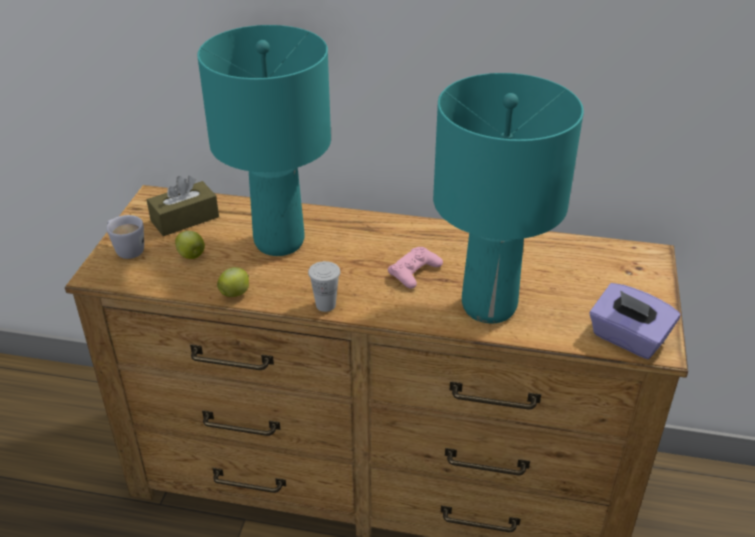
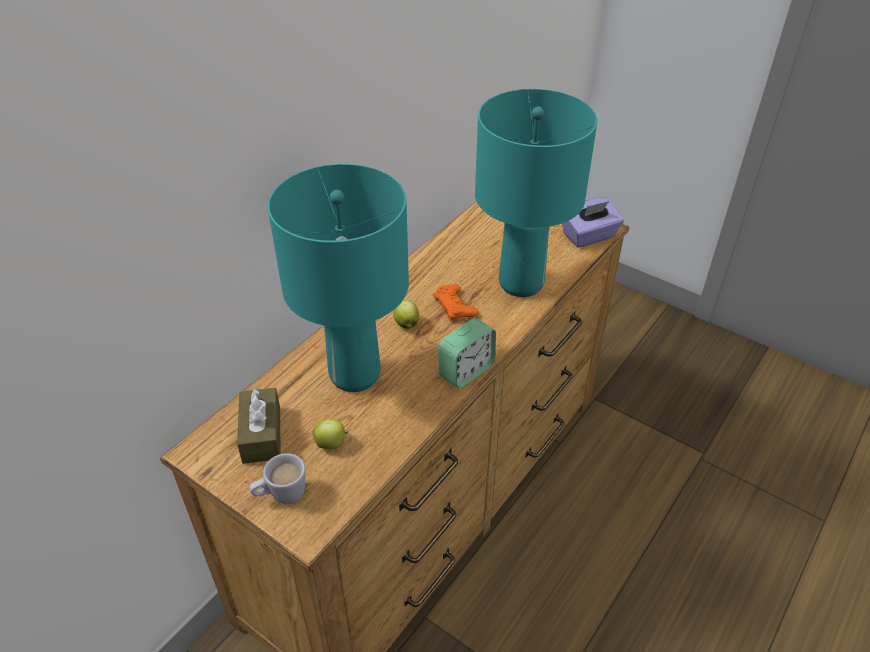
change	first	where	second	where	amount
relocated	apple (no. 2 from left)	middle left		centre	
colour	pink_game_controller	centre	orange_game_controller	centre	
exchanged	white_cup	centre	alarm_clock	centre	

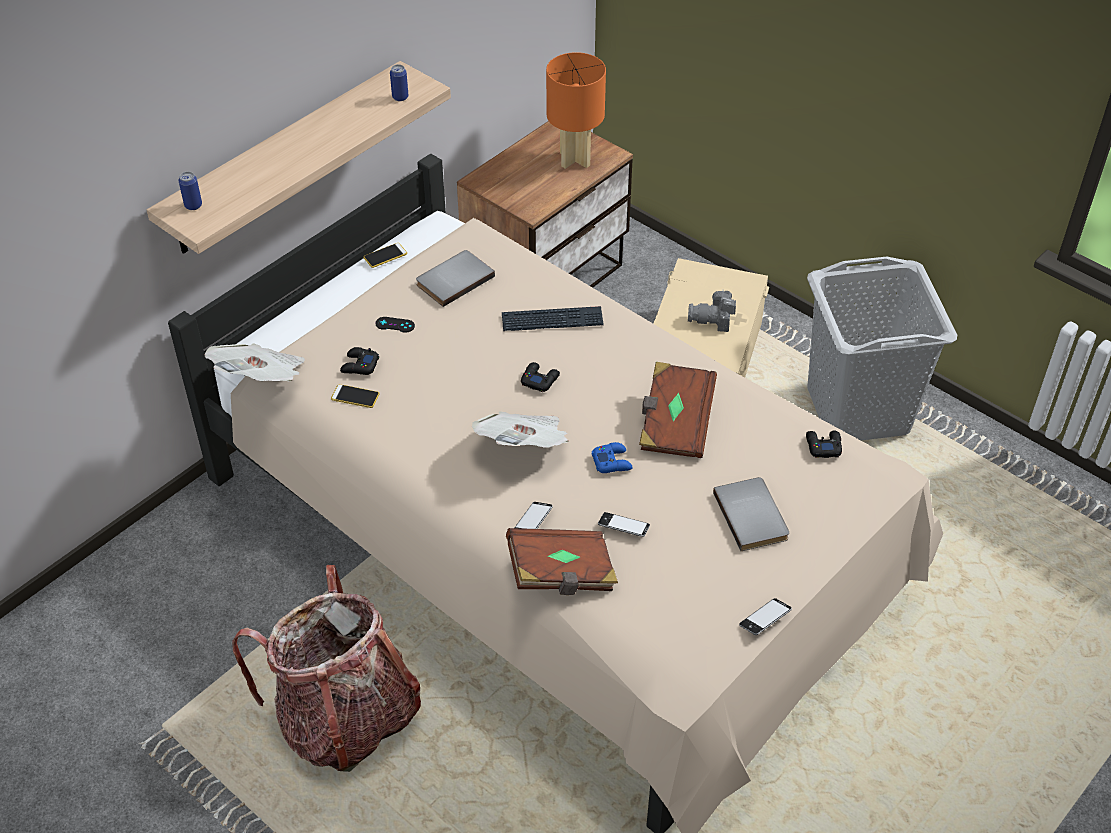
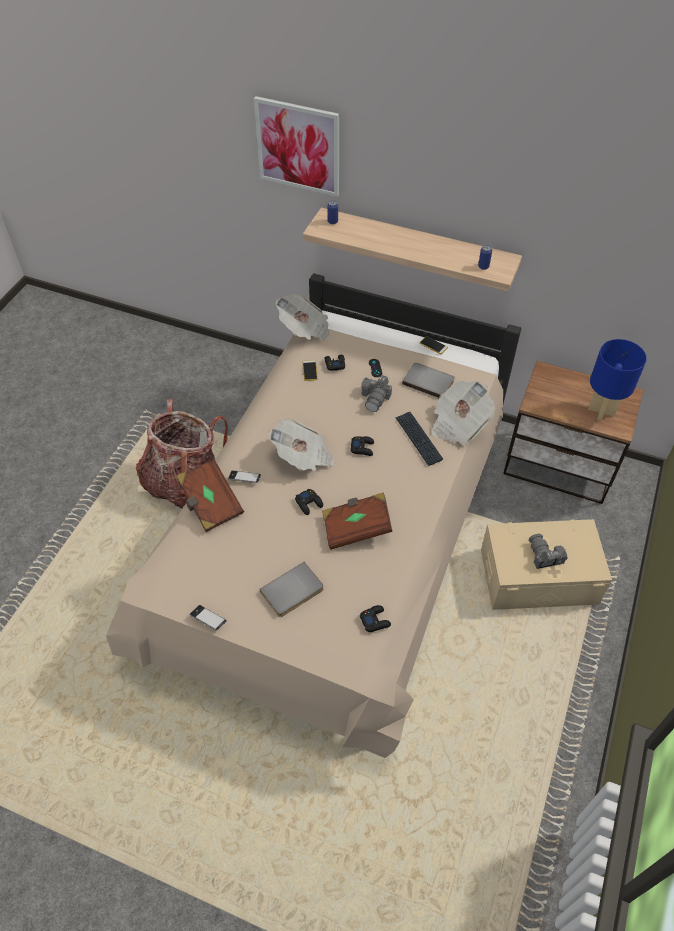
change	first	where	second	where	amount
appeared			picture	top centre	
colour	blue_game_controller	centre	black_game_controller (no. 1 from left)	centre	
appeared			photo_camera (no. 1 from left)	centre	
appeared			newspaper (no. 3 from left)	middle right	
colour	orange_table_lamp	top centre	blue_table_lamp	middle right	
missing	phone (no. 4 from left)	centre			
missing	grey_laundry_basket	middle right			

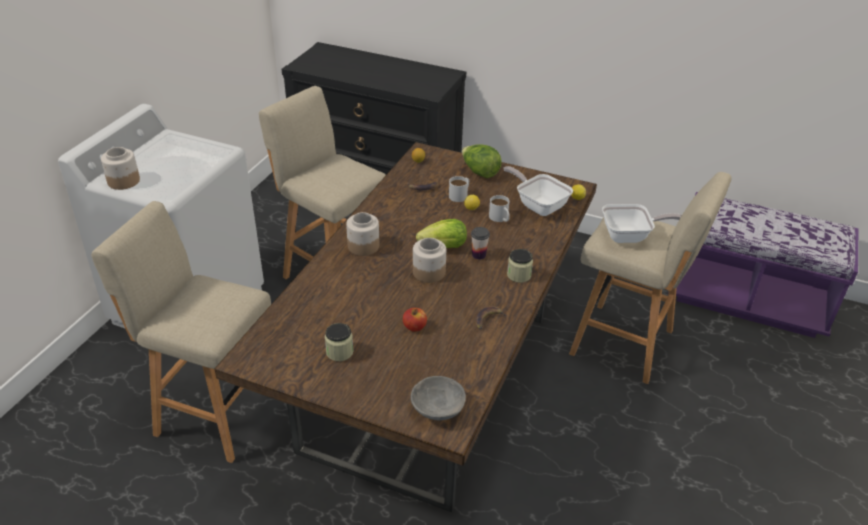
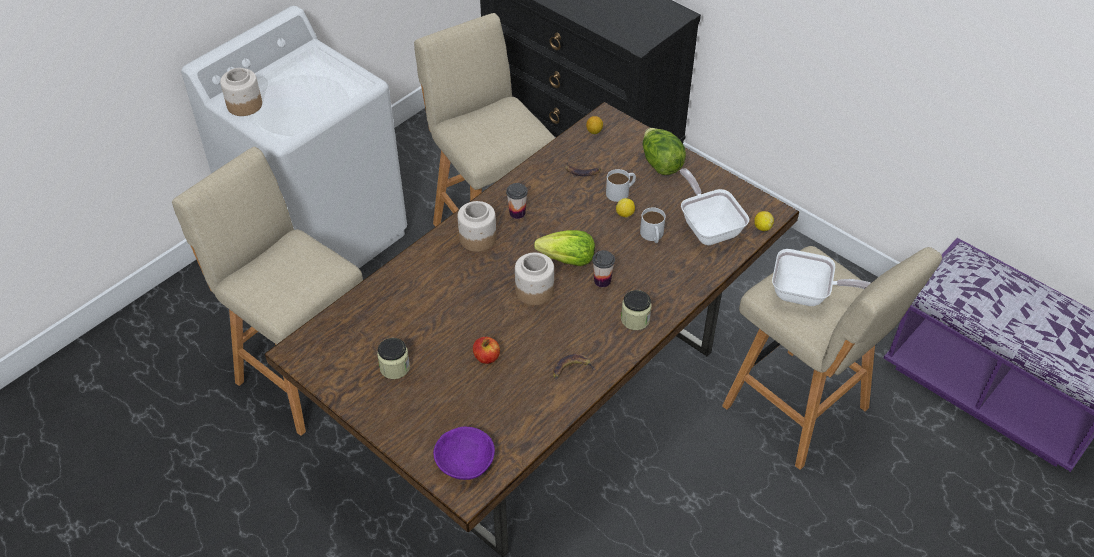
change	first	where	second	where	amount
colour	grey_bowl	bottom centre	purple_bowl	bottom centre	
appeared			cup (no. 1 from left)	centre	

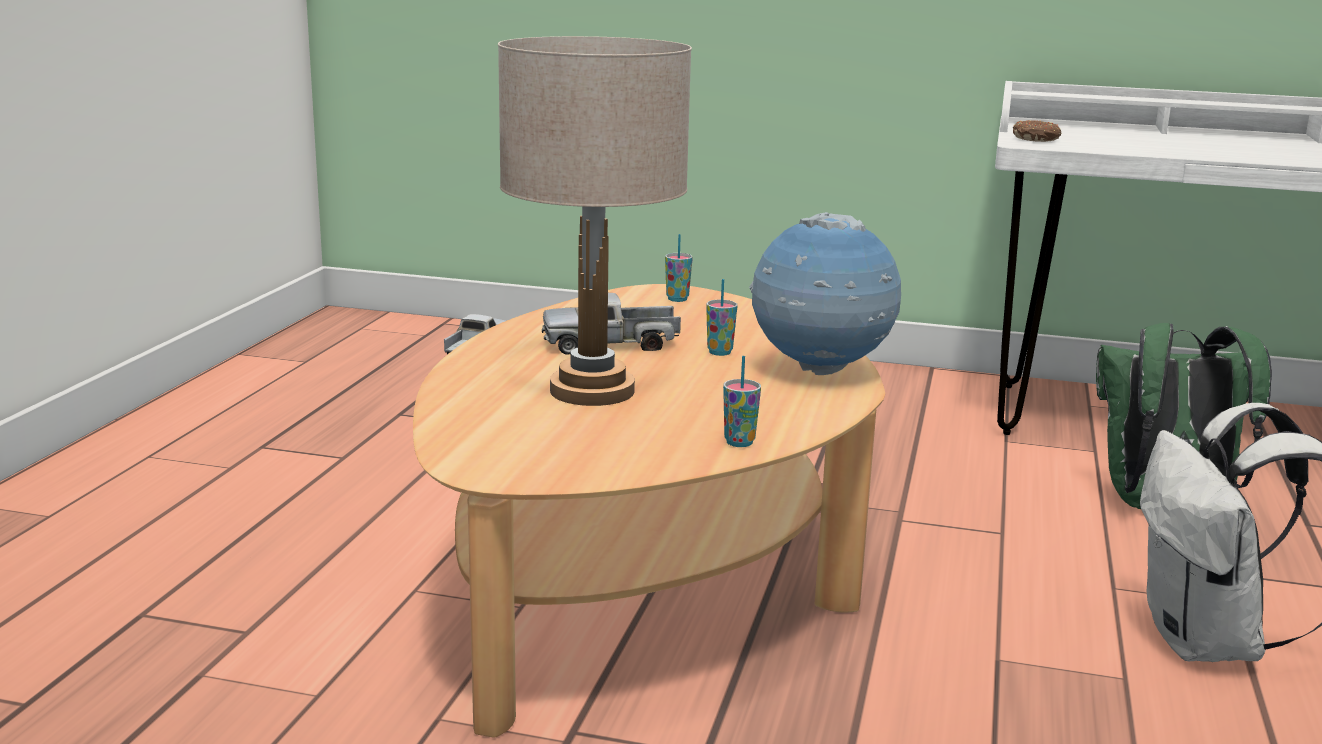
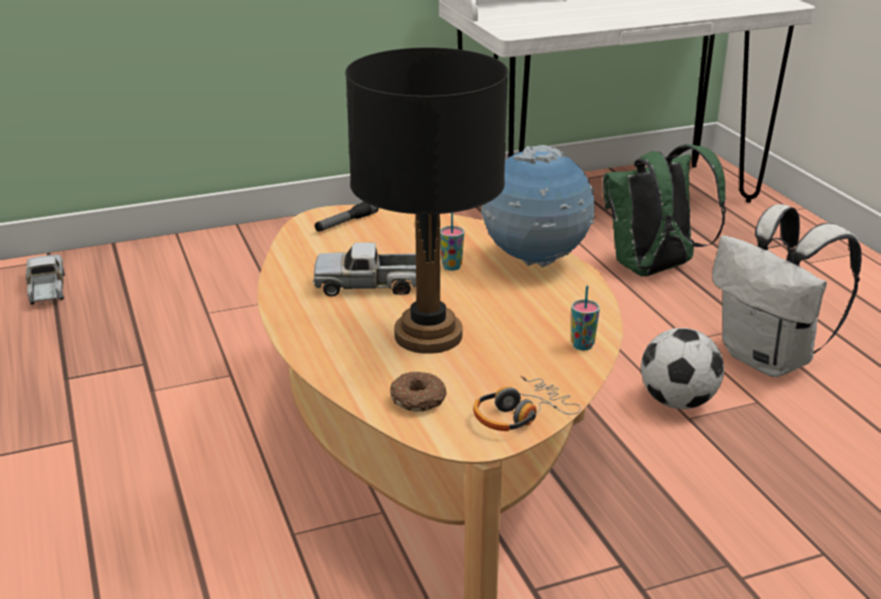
change	first	where	second	where	amount
spun	toy_truck (no. 2 from left)	centre		centre	45 degrees clockwise
exchanged	cup (no. 1 from left)	centre	flashlight	centre	
colour	beige_table_lamp	top centre	black_table_lamp	centre	
relocated	donut	top right		centre	
appeared			headphones	bottom centre	
appeared			football	middle right	

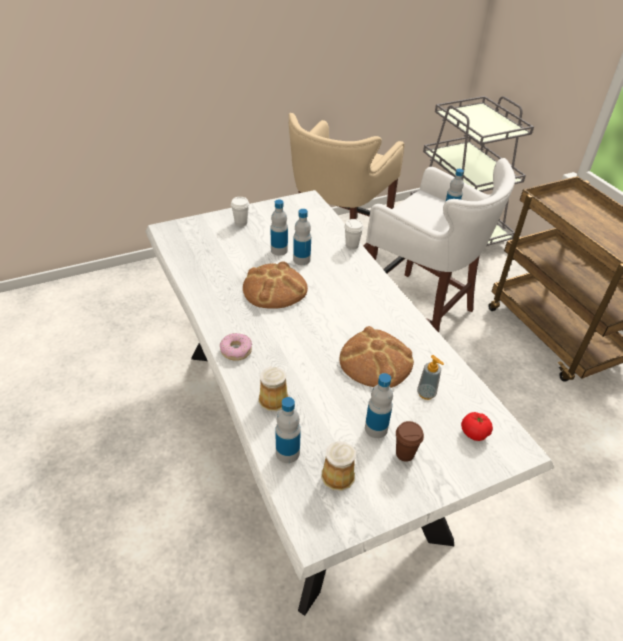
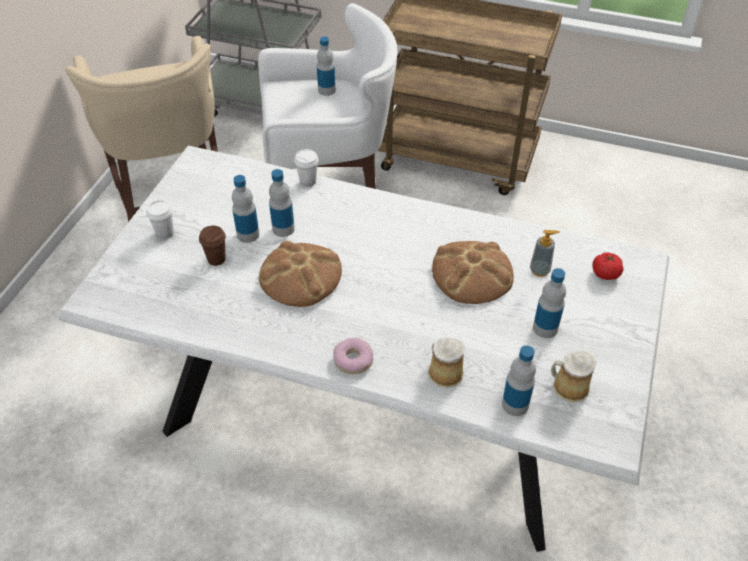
change	first	where	second	where	amount
relocated	brown_cup	bottom centre		middle left	

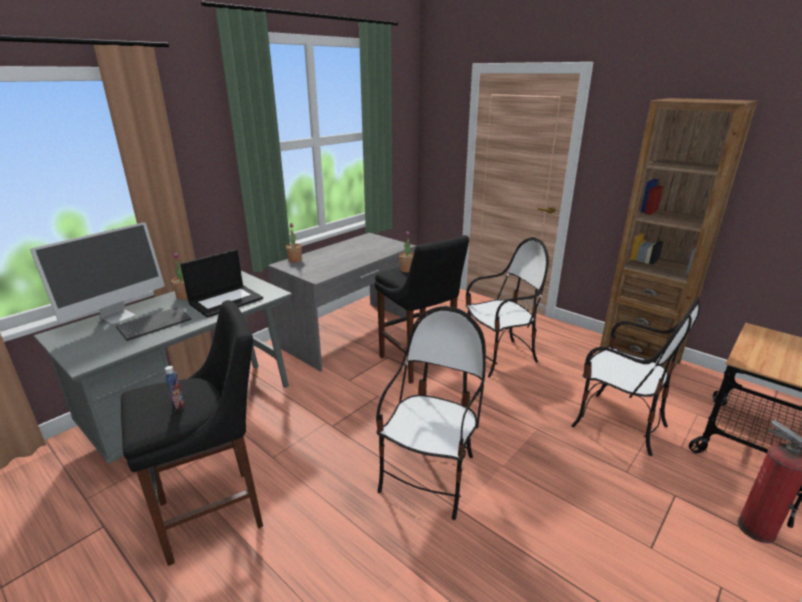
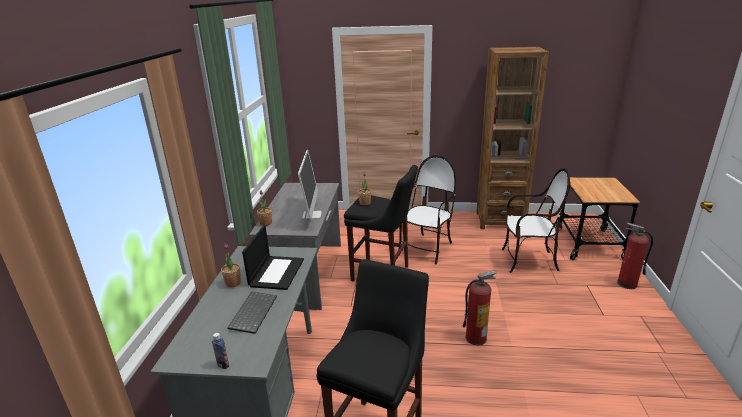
change	first	where	second	where	amount
relocated	bottle	middle left		bottom left	
relocated	monitor	middle left		centre	
exchanged	chair (no. 1 from left)	bottom centre	fire_extinguisher (no. 1 from left)	bottom centre	

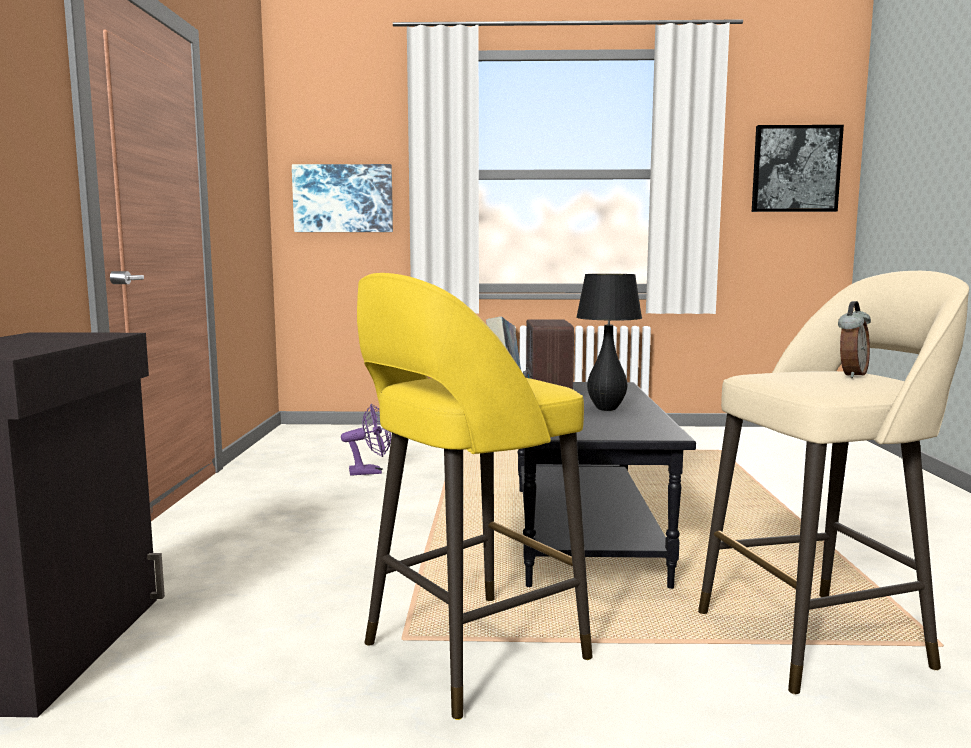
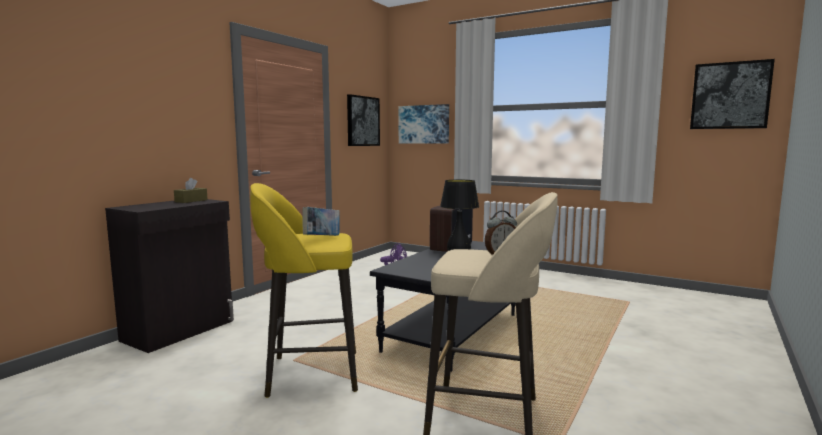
change	first	where	second	where	amount
appeared			brown_tissue_box	middle left	
appeared			picture (no. 1 from left)	top centre	

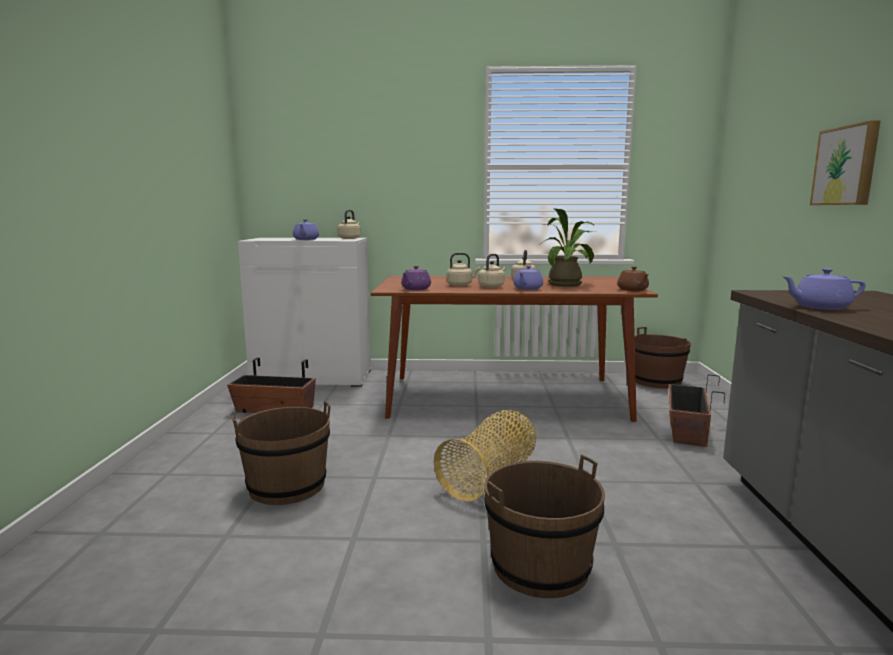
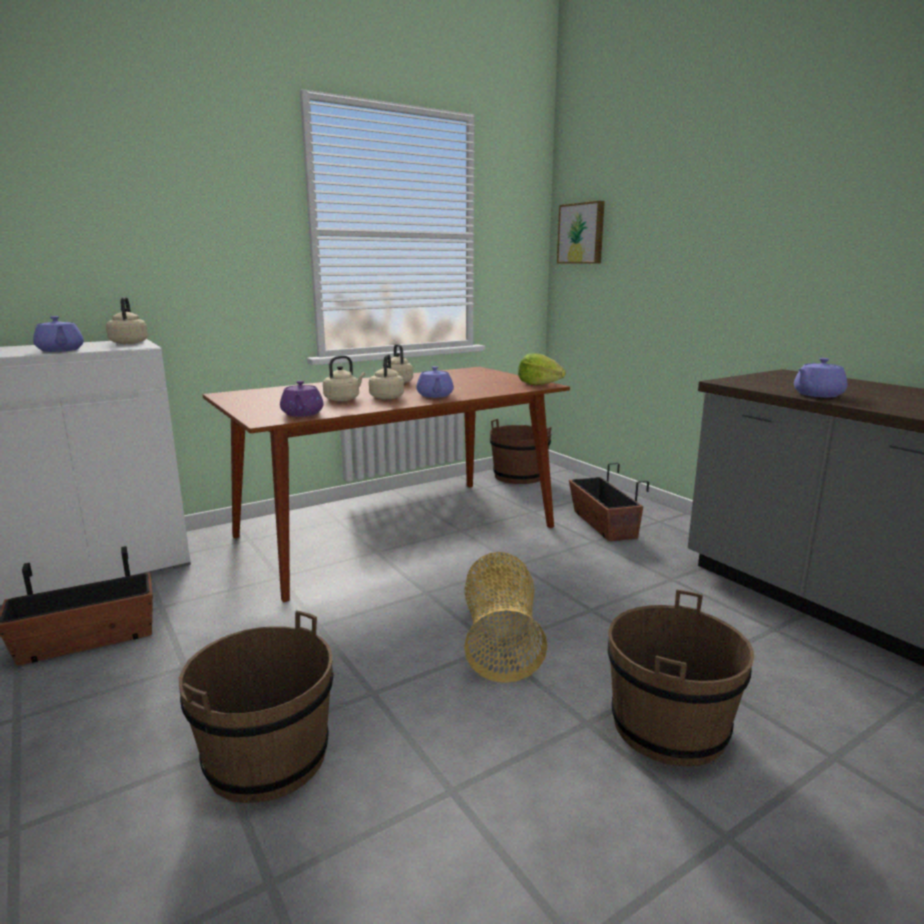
change	first	where	second	where	amount
exchanged	brown_teapot	middle right	lettuce	centre	
relocated	picture	top right		top centre	
missing	potted_plant	centre			

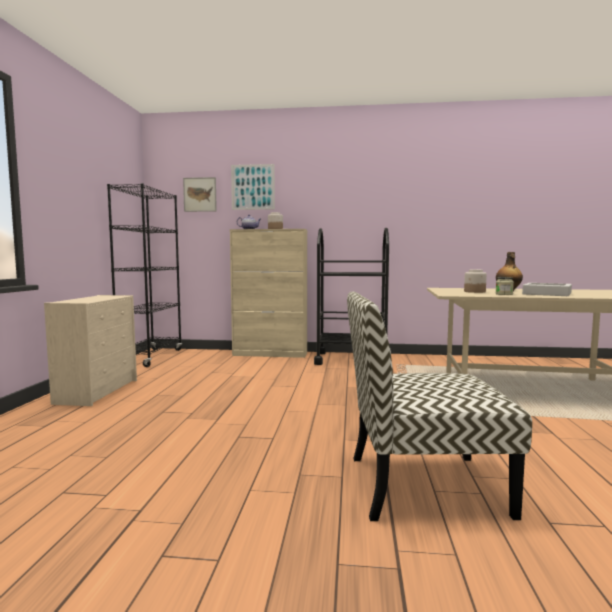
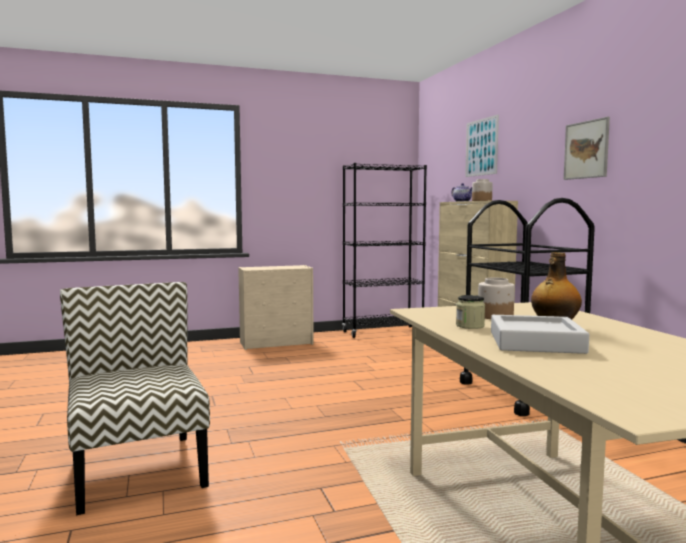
change	first	where	second	where	amount
relocated	picture (no. 1 from left in the first image)	top left	picture (no. 2 from left)	top right	

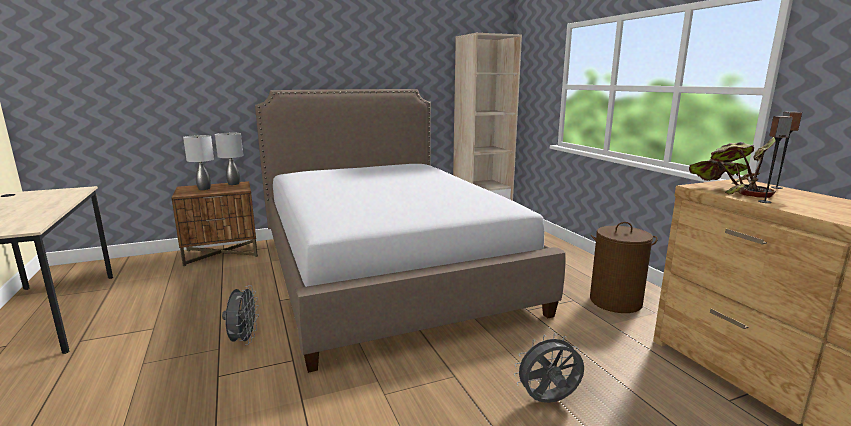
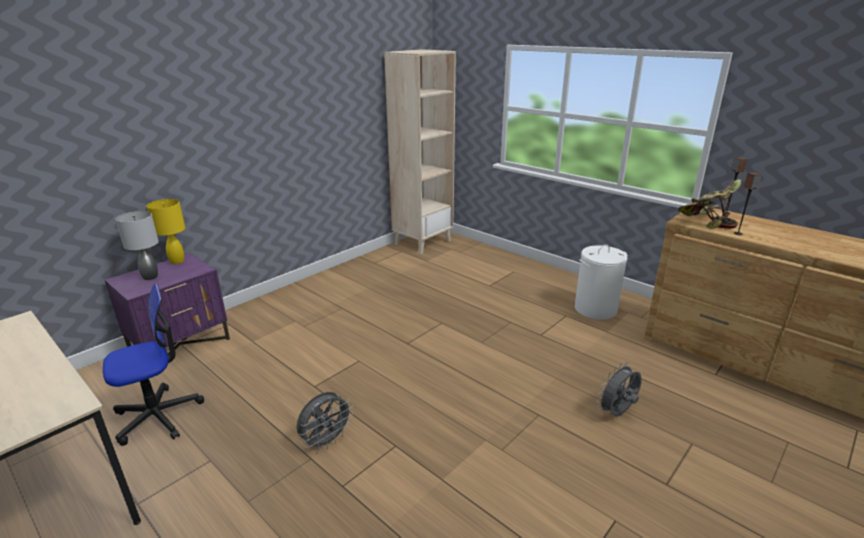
change	first	where	second	where	amount
appeared			office_chair	bottom left	
colour	brown_nightstand	middle left	purple_nightstand	middle left	
colour	grey_table_lamp (no. 2 from left)	middle left	yellow_table_lamp	middle left	
spun	grey_fan (no. 1 from left)	bottom left		bottom centre	75 degrees clockwise
colour	brown_laundry_basket	middle right	white_laundry_basket	middle right	
missing	bed	centre			

